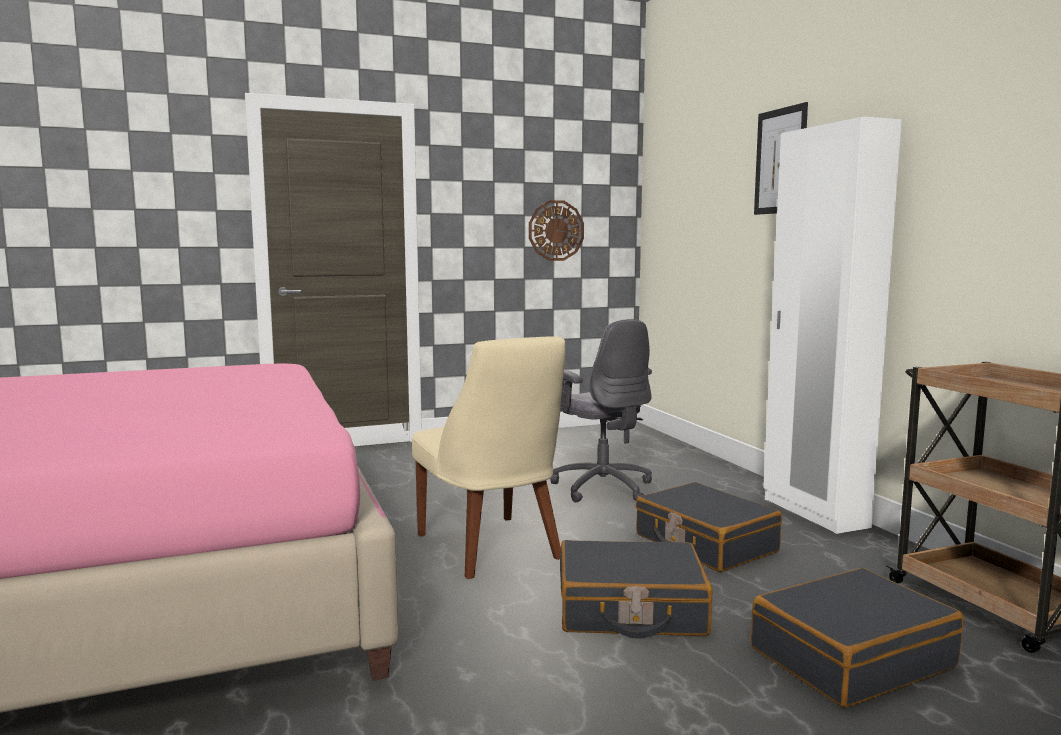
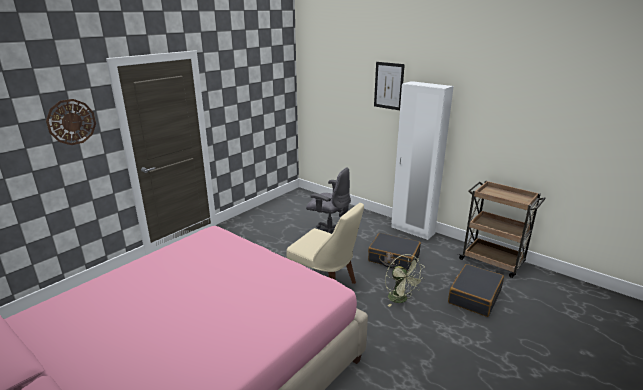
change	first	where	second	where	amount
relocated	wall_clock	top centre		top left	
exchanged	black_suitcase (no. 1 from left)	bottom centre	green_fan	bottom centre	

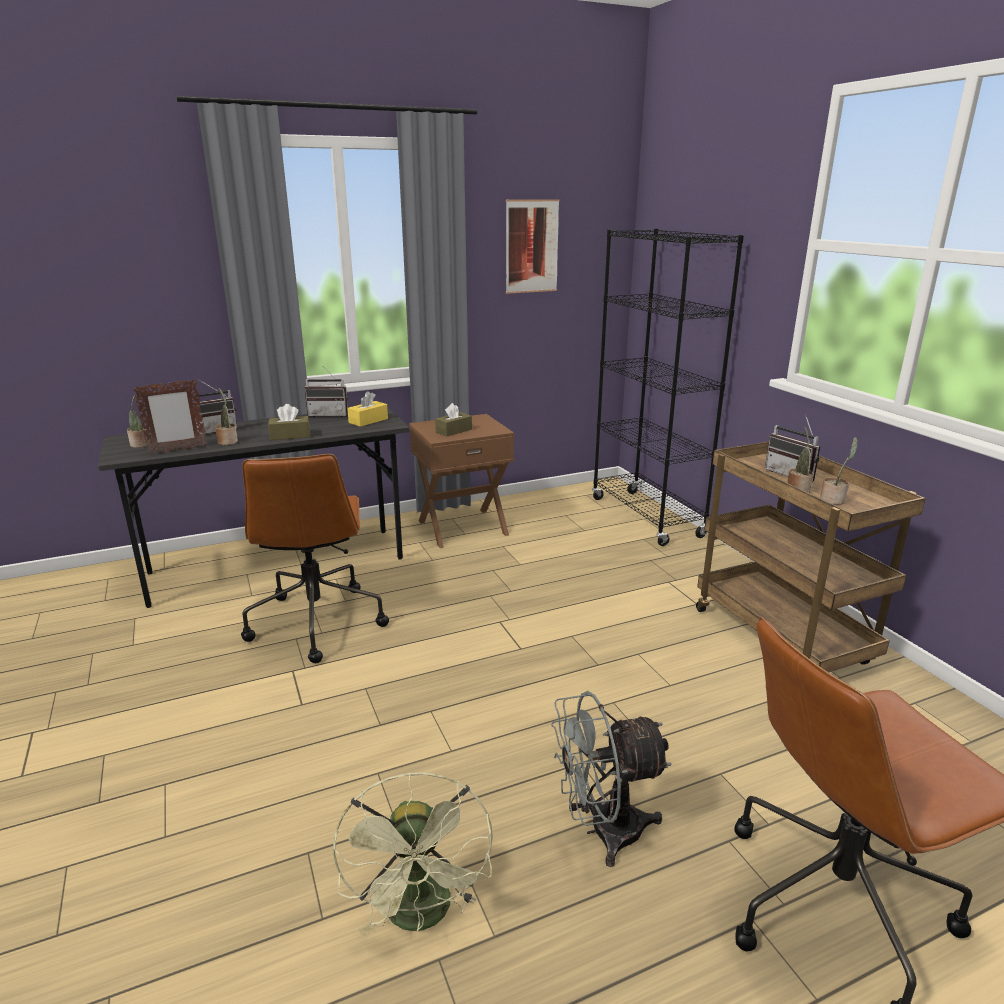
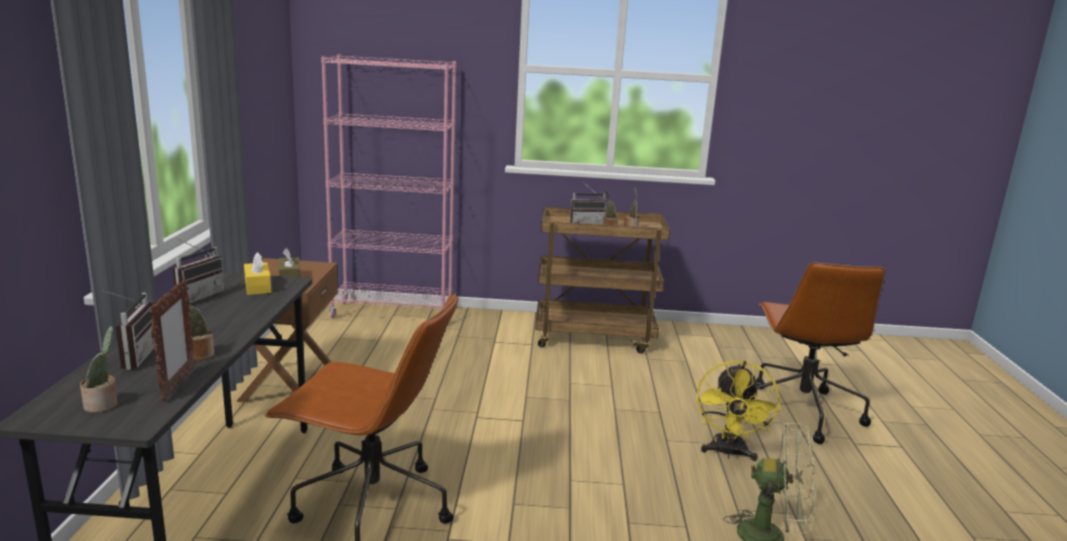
change	first	where	second	where	amount
colour	black_bookcase	centre	pink_bookcase	centre	
colour	grey_fan	bottom centre	yellow_fan	bottom right	
missing	brown_tissue_box (no. 1 from left)	middle left			
missing	picture	top centre			

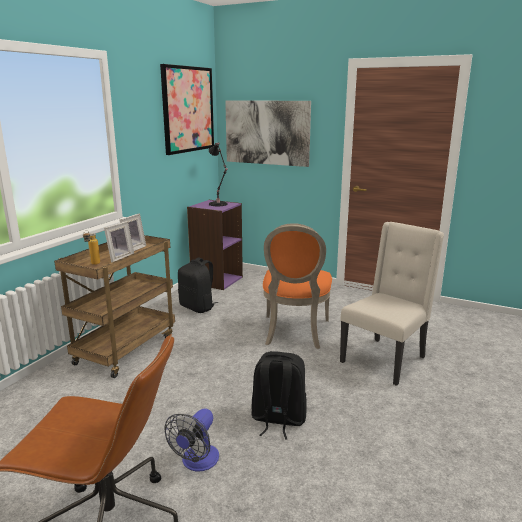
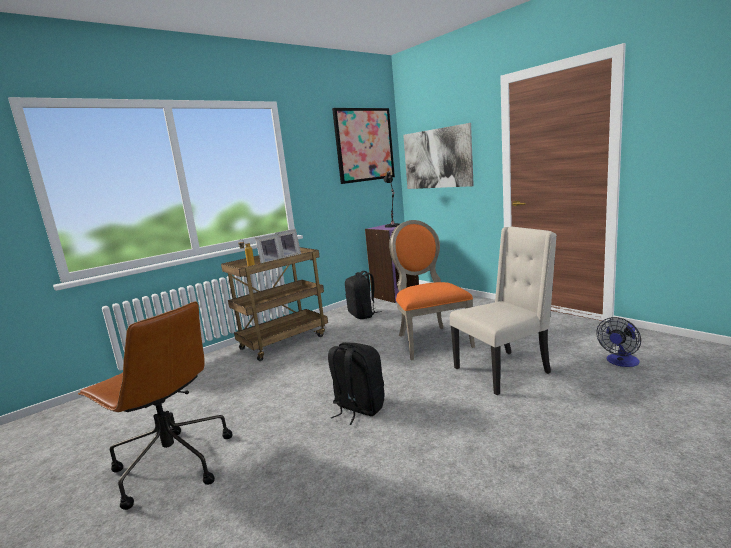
change	first	where	second	where	amount
spun	orange_chair	centre		centre	135 degrees clockwise
relocated	fan	bottom centre		middle right	

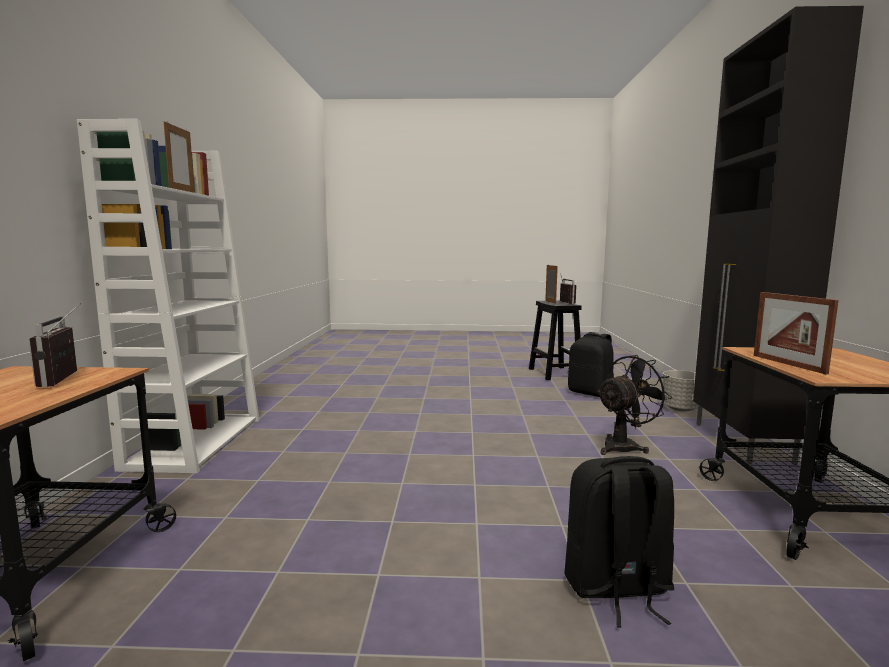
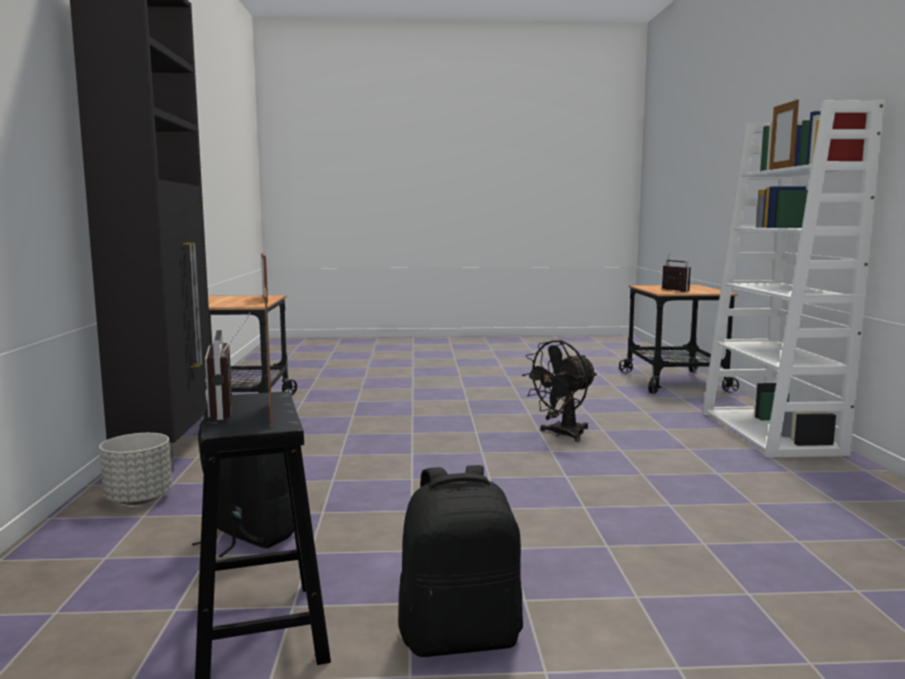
change	first	where	second	where	amount
relocated	black_backpack (no. 2 from left)	bottom right		bottom centre	
relocated	black_fan	middle right		centre	

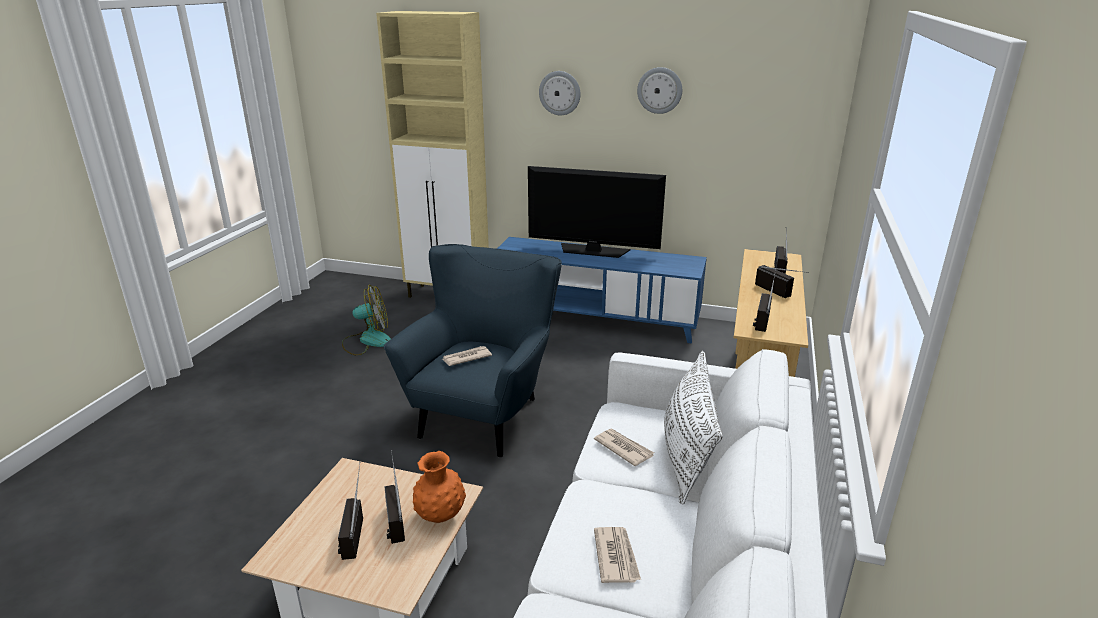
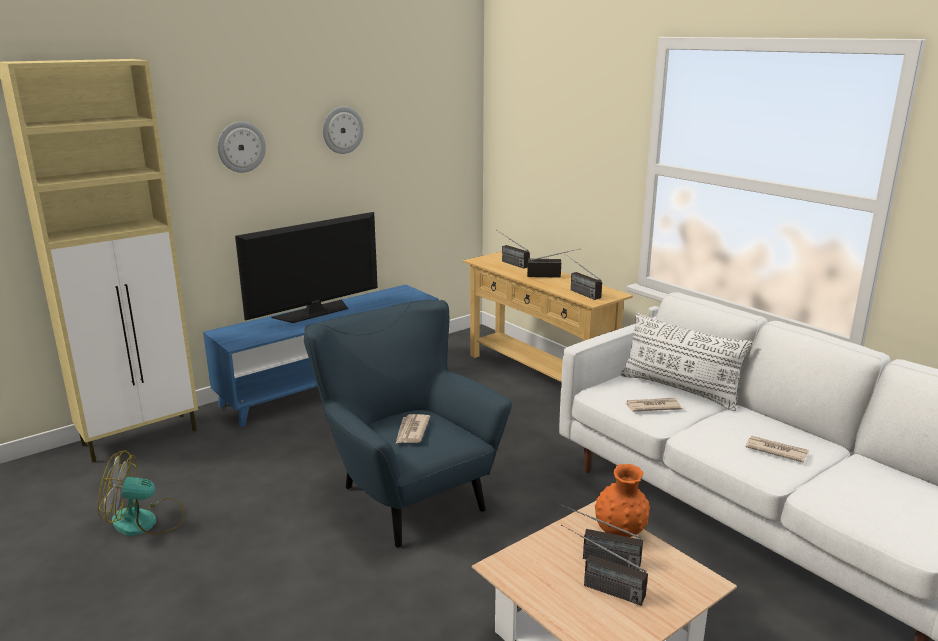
change	first	where	second	where	amount
spun	fan	centre		bottom left	120 degrees counterclockwise

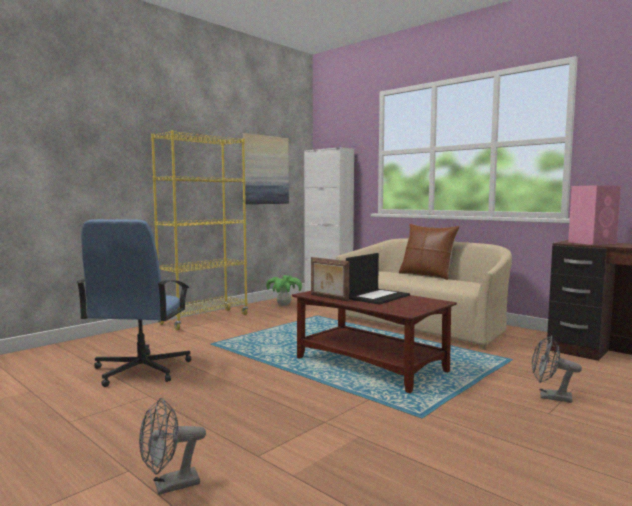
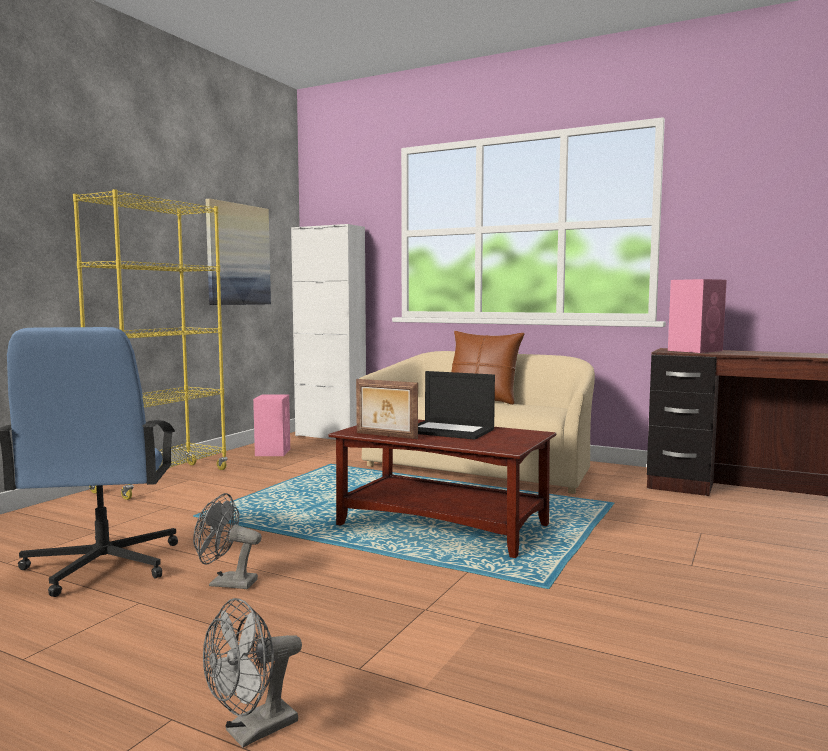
change	first	where	second	where	amount
relocated	grey_fan (no. 2 from left in the first image)	bottom right	grey_fan (no. 1 from left)	bottom left	
exchanged	potted_plant	centre	pink_speaker (no. 1 from left)	middle left	
spun	laptop	centre		centre	90 degrees clockwise

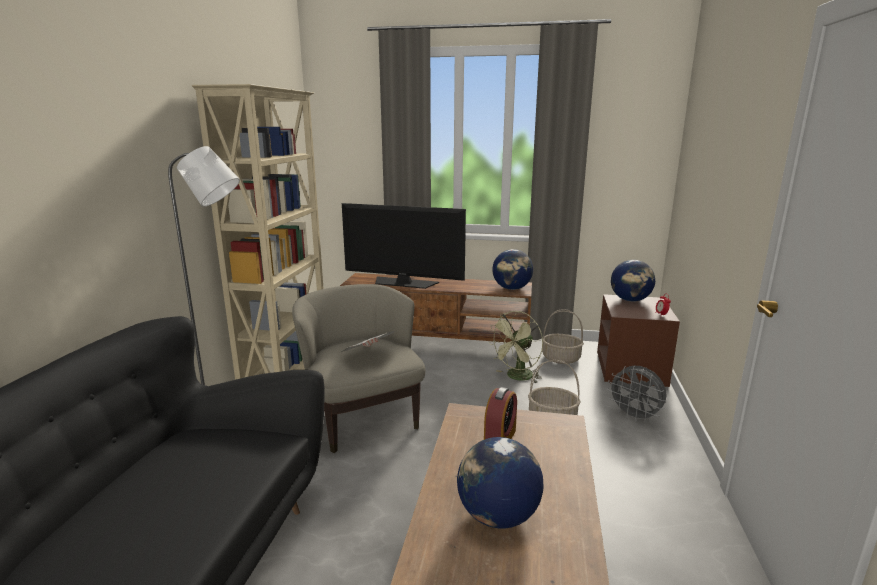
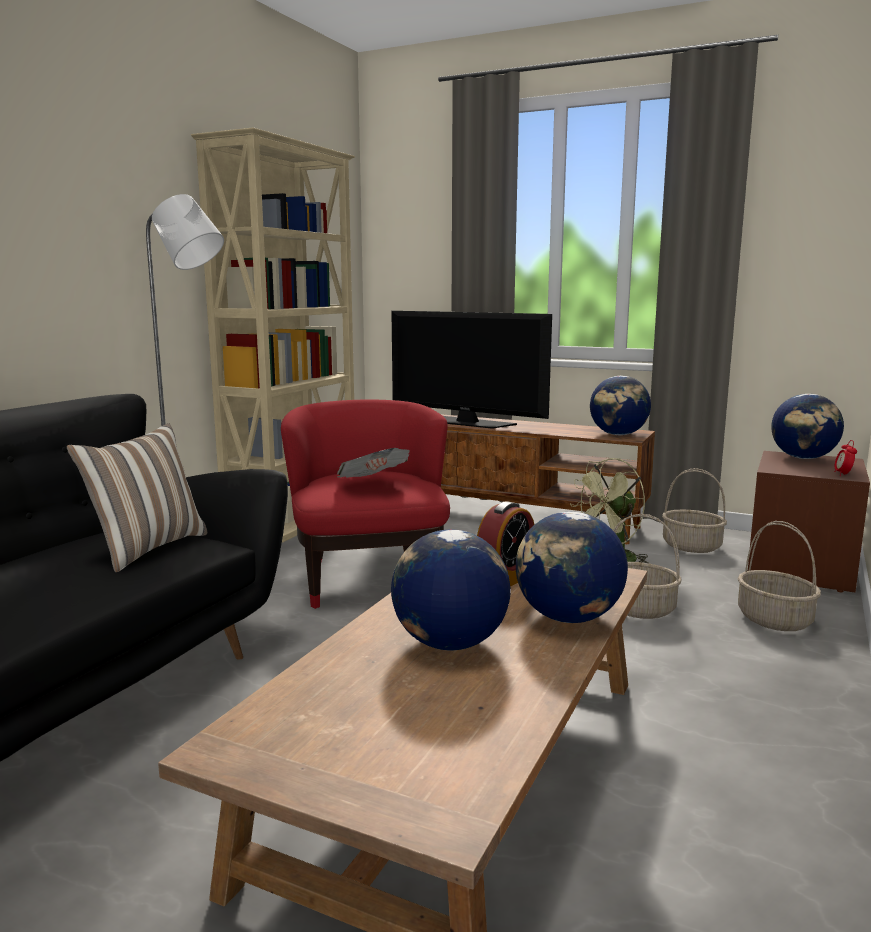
change	first	where	second	where	amount
appeared			pillow	middle left	
colour	beige_armchair	centre	red_armchair	centre	
appeared			globe (no. 2 from left)	centre	
exchanged	grey_fan	bottom right	basket (no. 3 from left)	middle right	

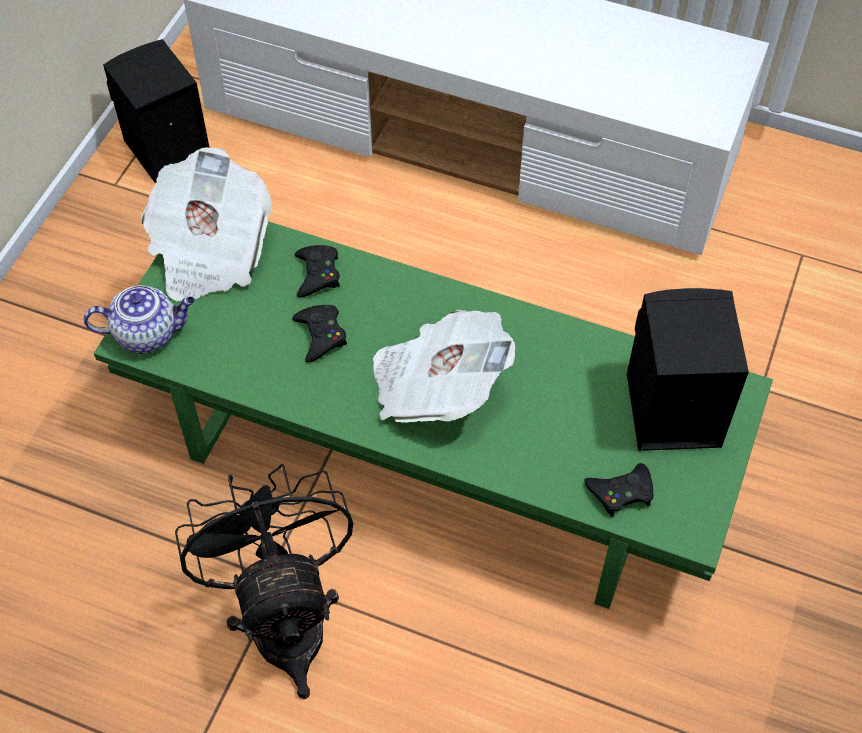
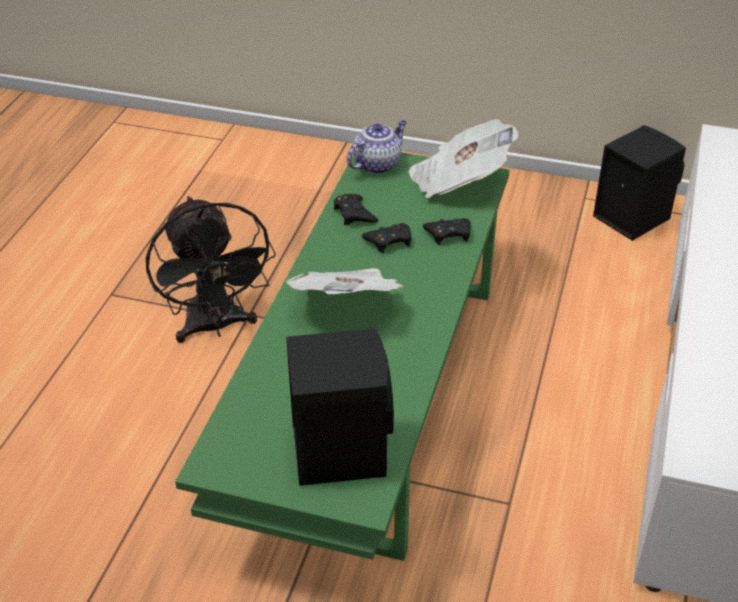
change	first	where	second	where	amount
spun	black_fan	bottom left		middle left	90 degrees clockwise
relocated	black_game_controller (no. 3 from left in the first image)	bottom right	black_game_controller (no. 1 from left)	centre	
spun	teapot	middle left		top centre	120 degrees counterclockwise

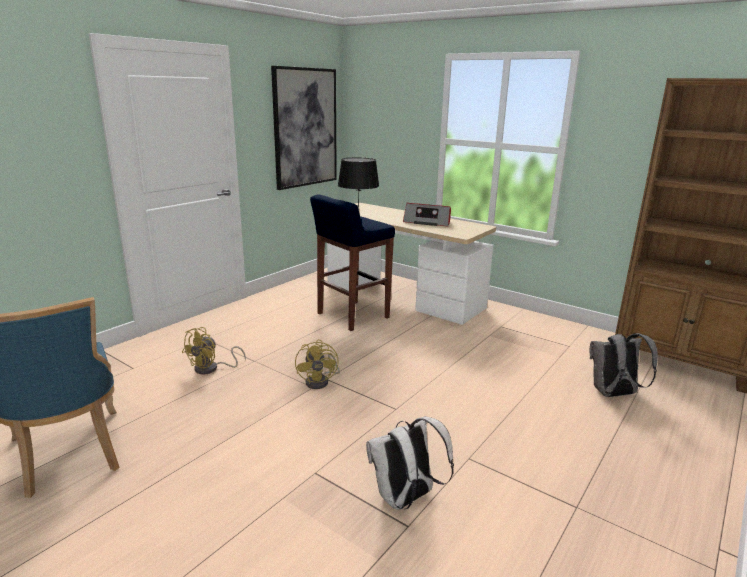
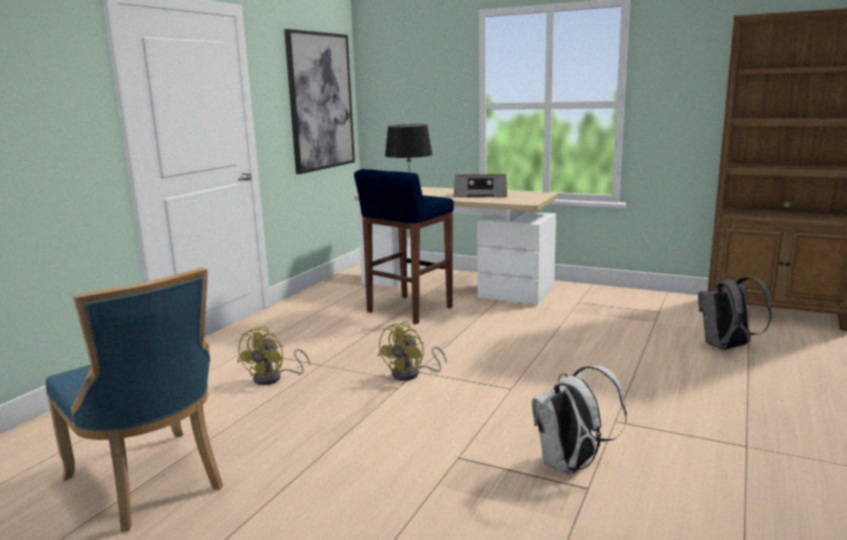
change	first	where	second	where	amount
spun	yellow_fan (no. 2 from left)	centre		centre	45 degrees clockwise

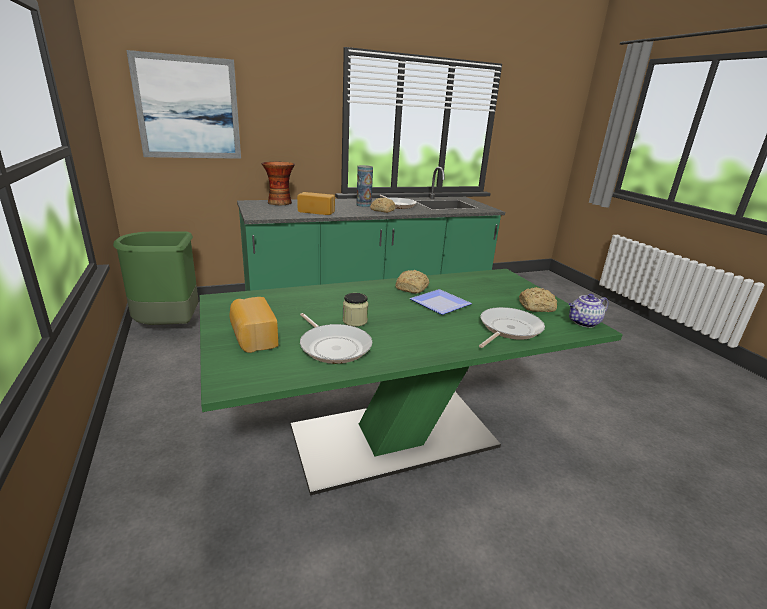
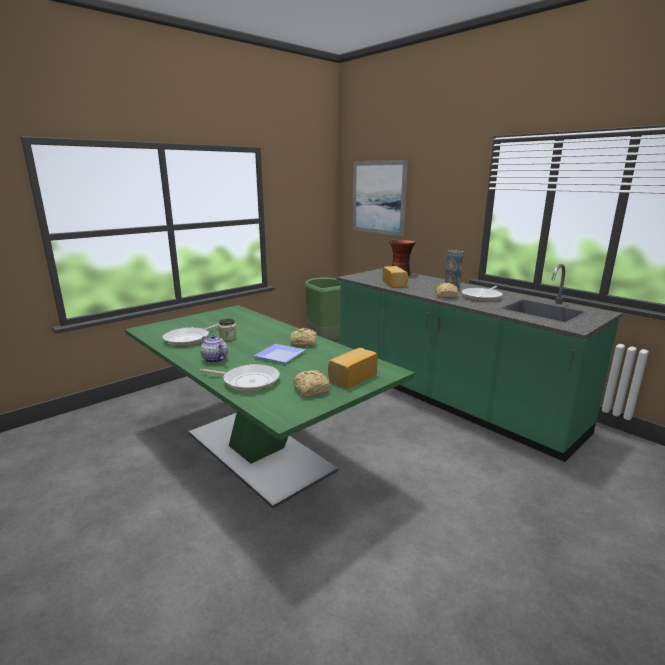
change	first	where	second	where	amount
relocated	teapot	middle right		middle left	
relocated	bread (no. 1 from left in the first image)	middle left	bread (no. 3 from left)	centre	

